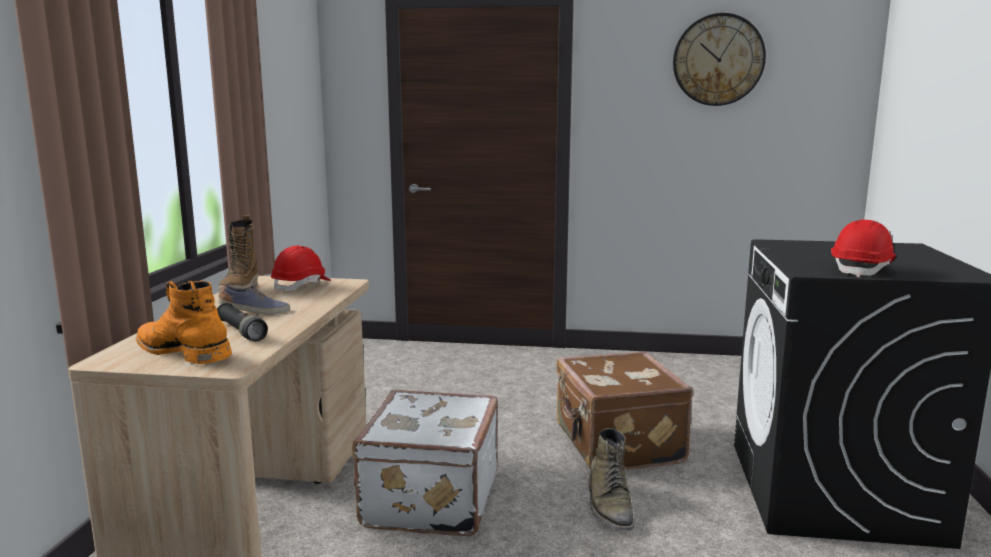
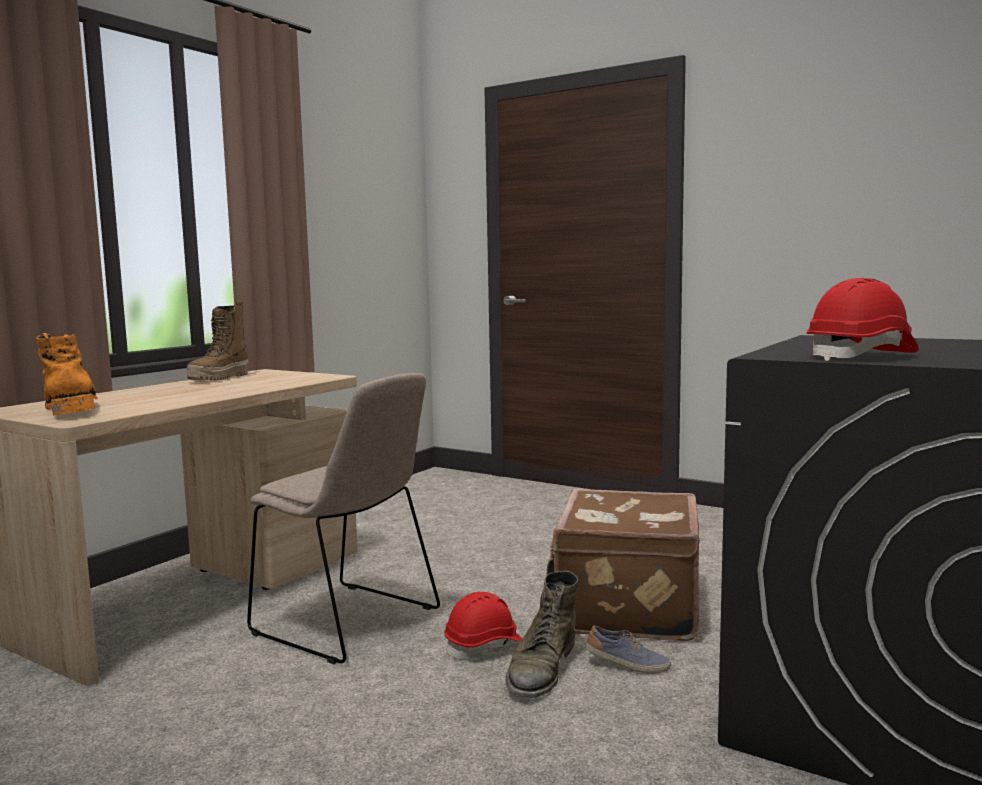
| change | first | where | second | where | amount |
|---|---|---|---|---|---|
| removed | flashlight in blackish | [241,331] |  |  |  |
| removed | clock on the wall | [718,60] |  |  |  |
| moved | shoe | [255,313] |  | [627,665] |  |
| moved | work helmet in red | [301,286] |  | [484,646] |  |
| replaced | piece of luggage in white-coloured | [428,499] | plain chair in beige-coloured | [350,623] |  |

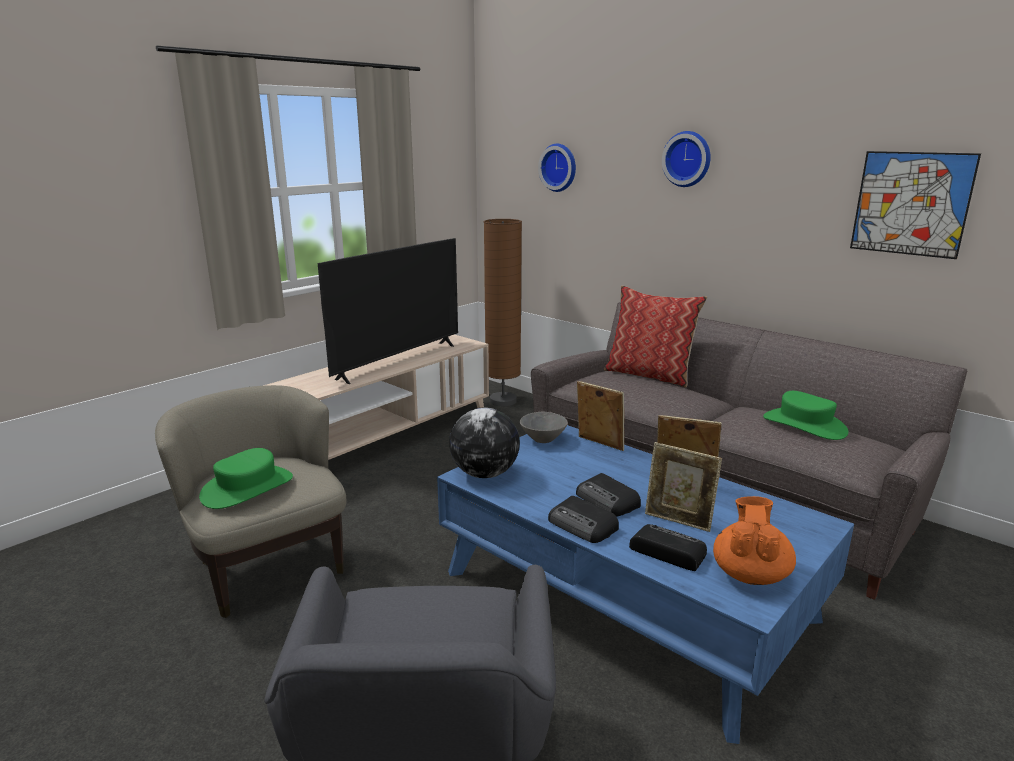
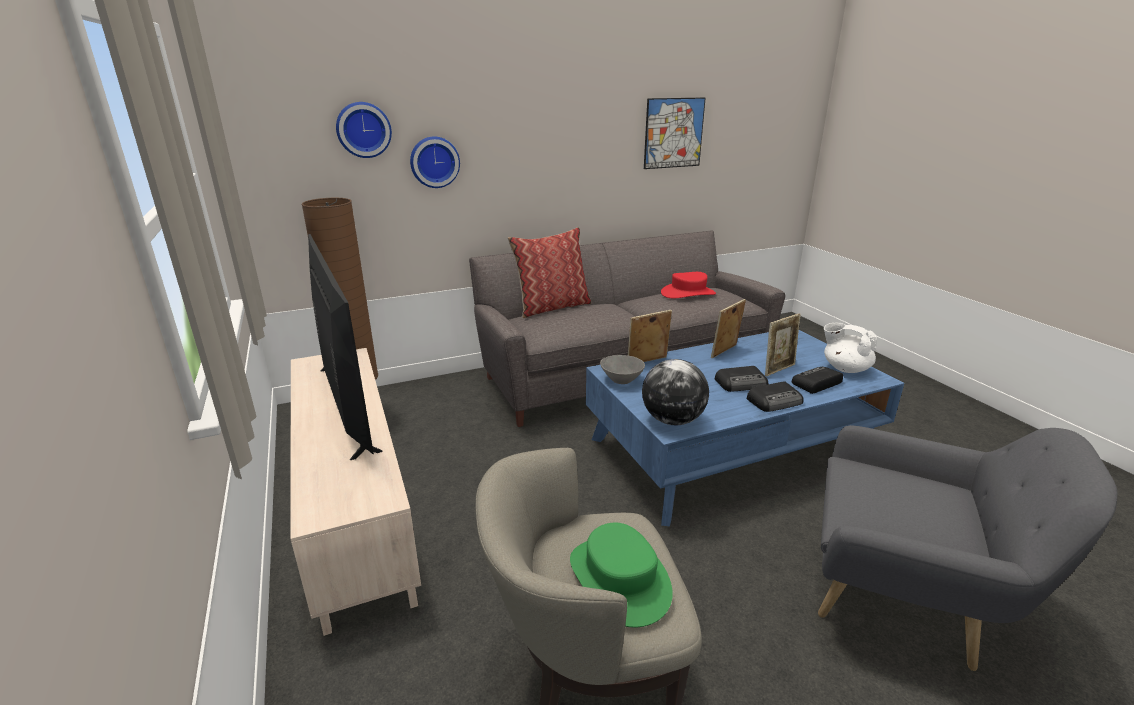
| change | first | where | second | where | amount |
|---|---|---|---|---|---|
| moved | clock on the wall | [688,159] |  | [434,162] |  |
| recoloured | pot for tea in orangey | [750,574] | pot for tea in white-coloured | [845,368] |  |
| recoloured | wearable hat in green-coloured | [804,425] | wearable hat in red | [688,293] |  |

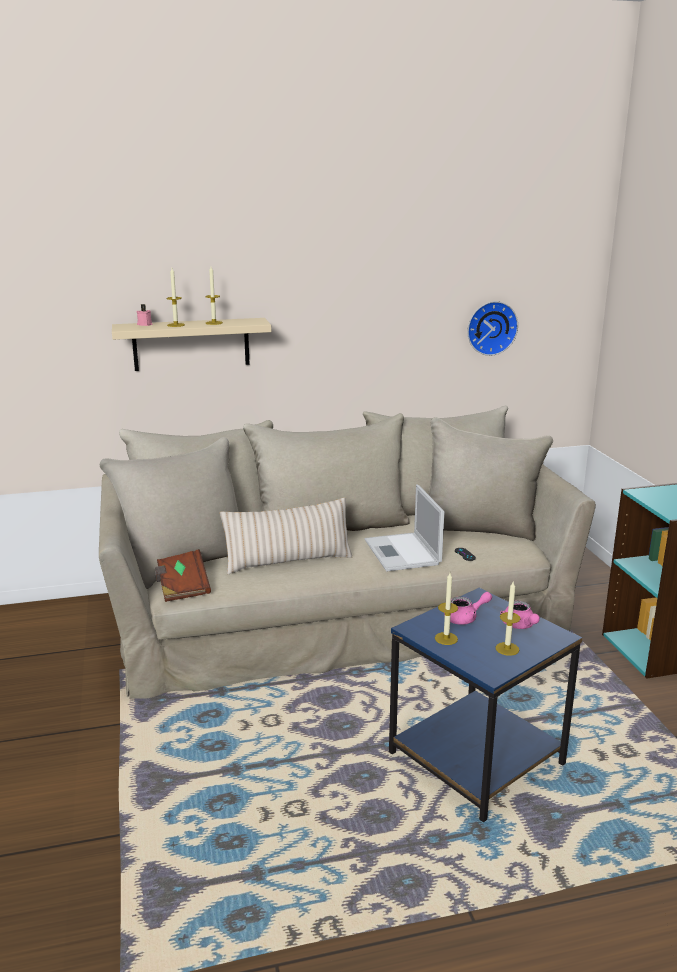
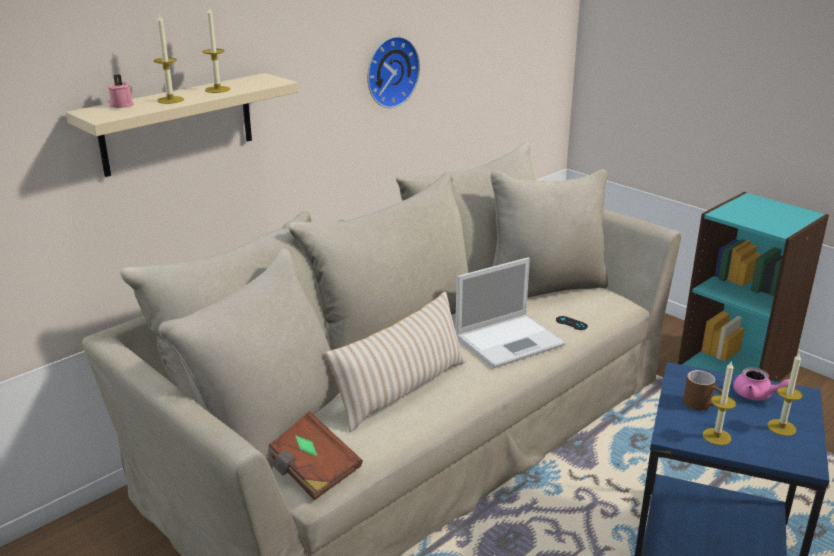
| change | first | where | second | where | amount |
|---|---|---|---|---|---|
| moved | clock on the wall | [491,327] |  | [390,71] |  |
| replaced | pot for tea in pinkish | [465,618] | mug in brownish | [702,404] |  |
| turned | laptop | [403,553] |  | [511,340] | 75 degrees counterclockwise |

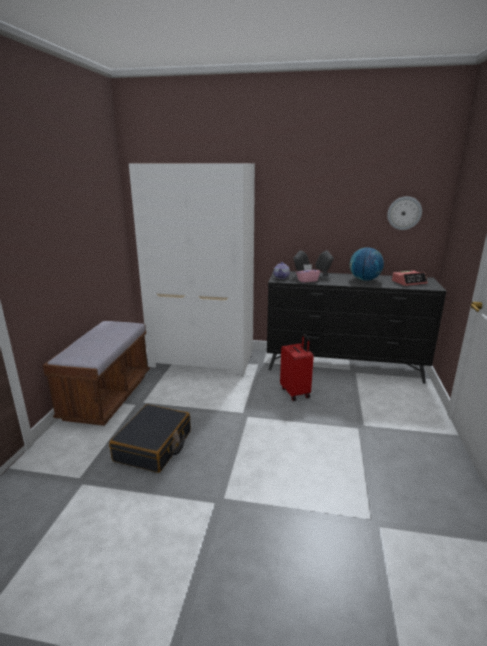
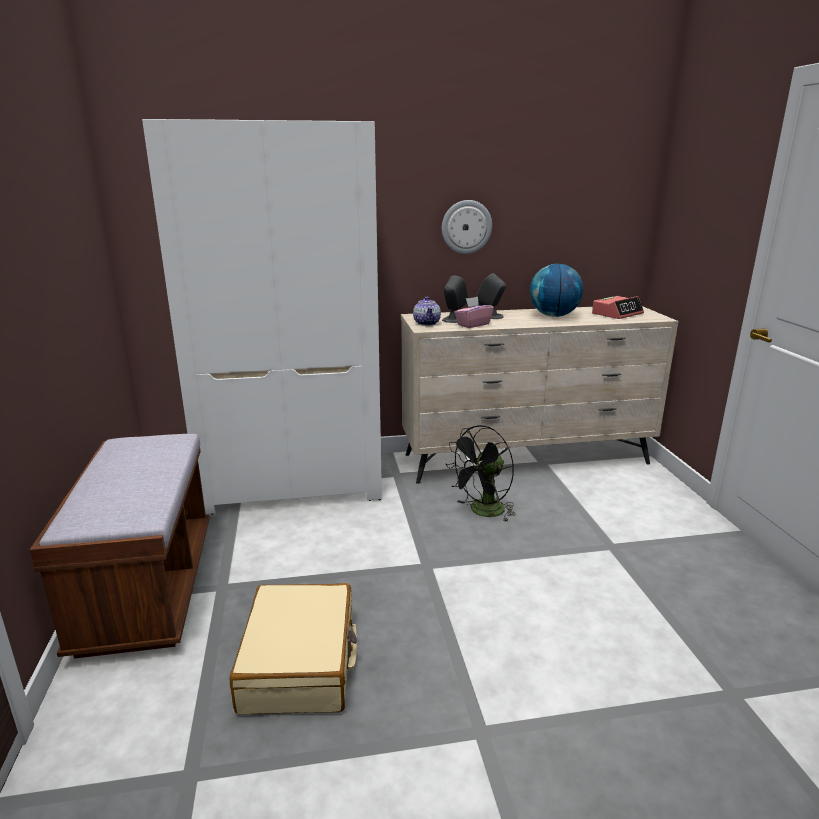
| change | first | where | second | where | amount |
|---|---|---|---|---|---|
| moved | clock on the wall | [404,213] |  | [466,227] |  |
| replaced | piece of luggage in red | [295,392] | fan in blackish | [482,512] |  |
| recoloured | piece of luggage in blackish | [154,446] | piece of luggage in beige-coloured | [300,662] |  |
| recoloured | dresser in blackish | [344,367] | dresser in beige-coloured | [527,459] |  |

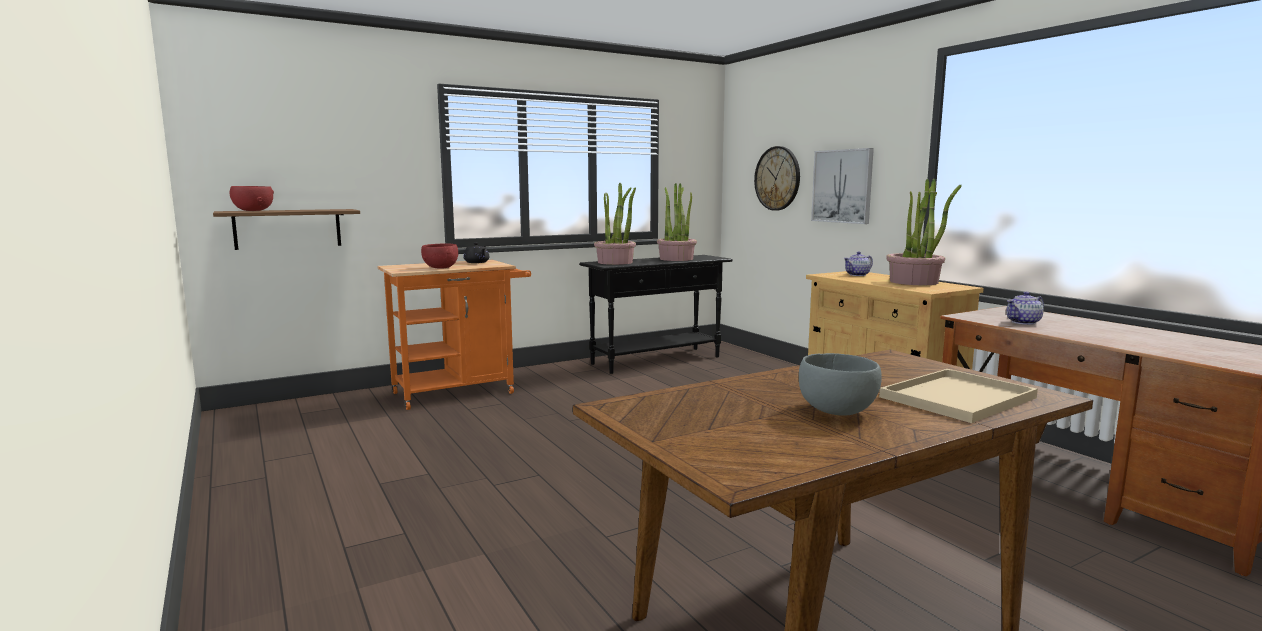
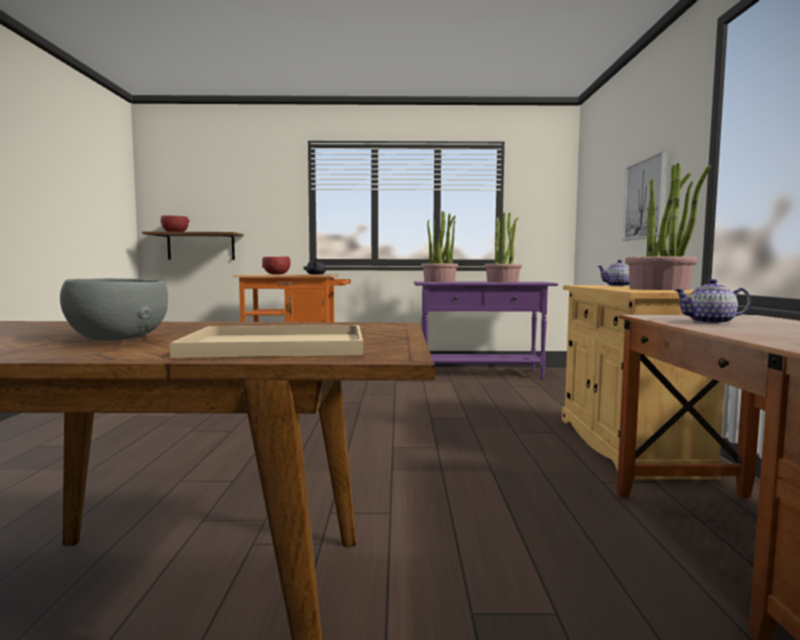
| change | first | where | second | where | amount |
|---|---|---|---|---|---|
| removed | clock on the wall | [777,178] |  |  |  |
| recoloured | hall table in blackish | [657,360] | hall table in purple-coloured | [481,374] |  |

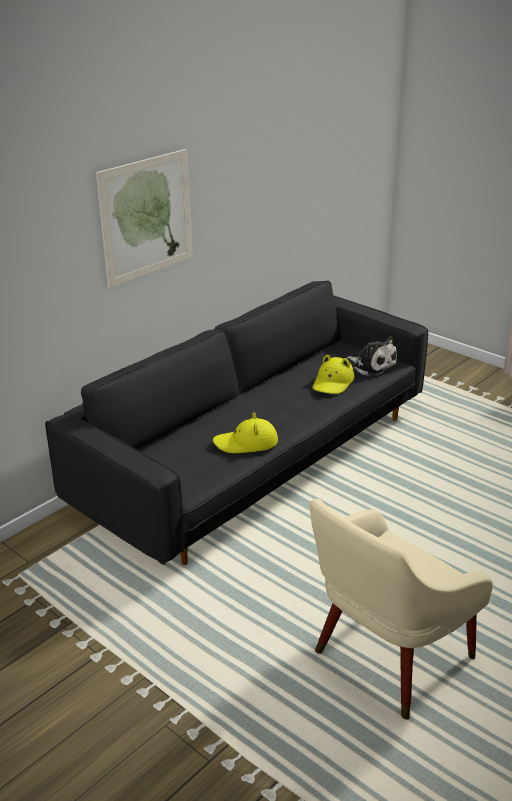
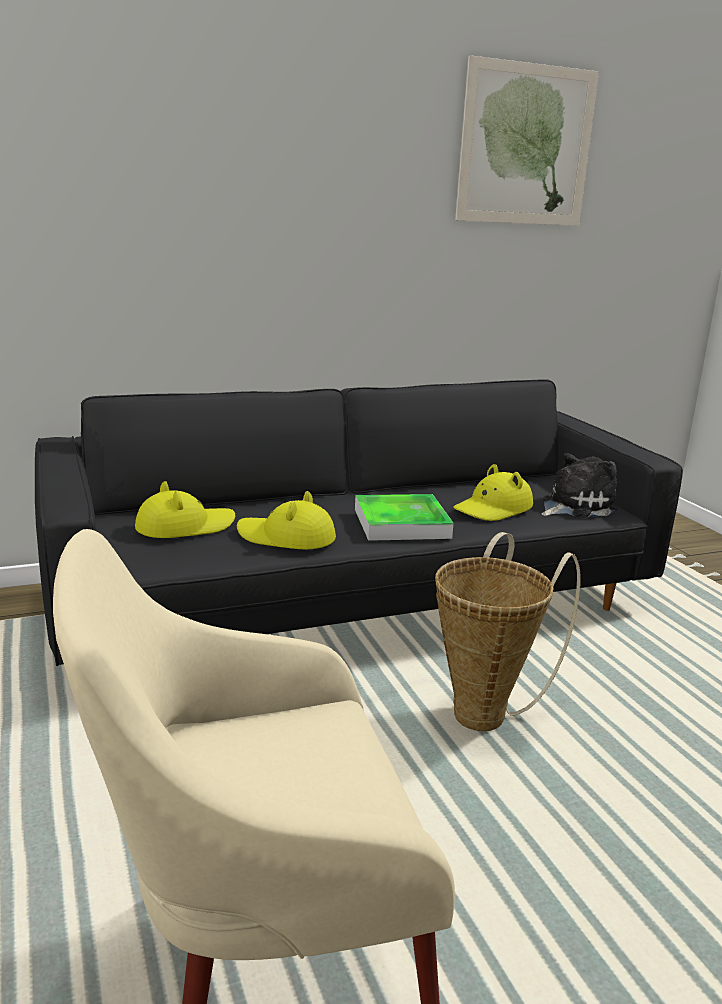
| change | first | where | second | where | amount |
|---|---|---|---|---|---|
| added |  |  | wearable hat in yellowish | [185,526] |  |
| added |  |  | tray | [401,523] |  |
| added |  |  | basket | [486,712] |  |
| moved | wall art | [147,217] |  | [526,146] |  |
| turned | soft toy | [372,366] |  | [574,506] | 105 degrees counterclockwise |

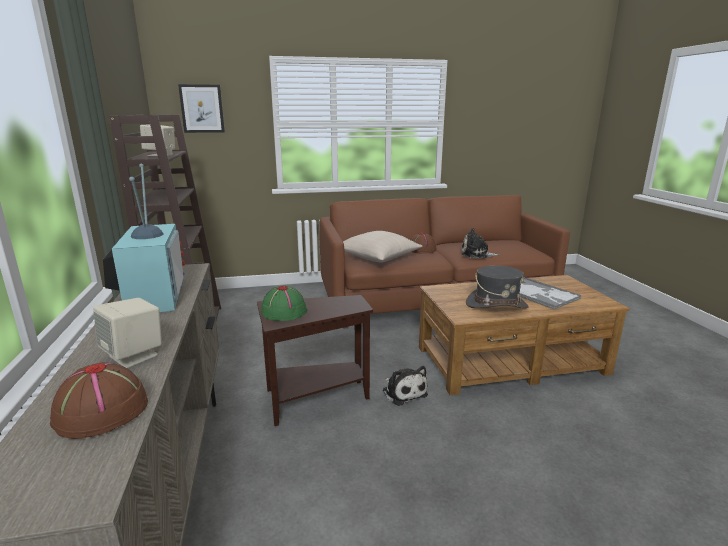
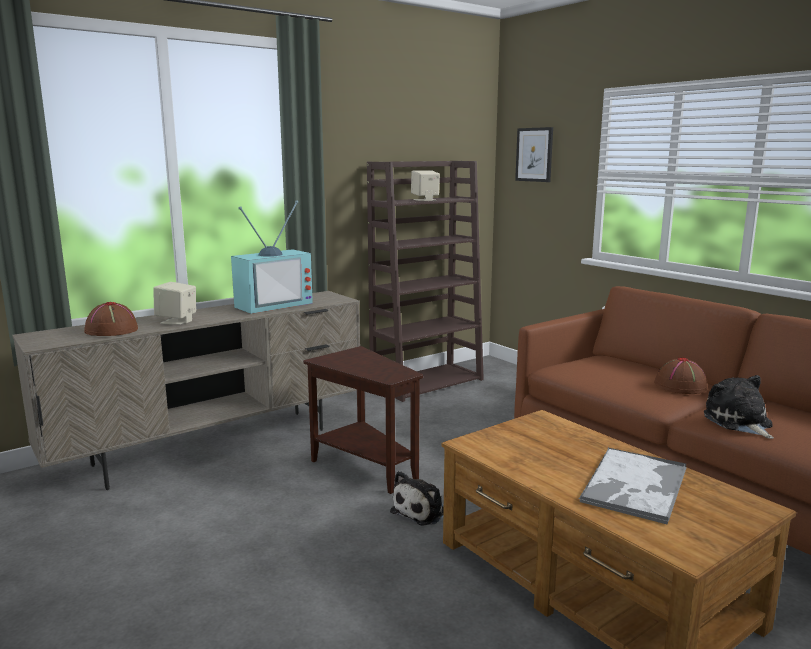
| change | first | where | second | where | amount |
|---|---|---|---|---|---|
| removed | wearable hat in green-coloured | [283,311] |  |  |  |
| removed | throw pillow in beige-coloured | [378,257] |  |  |  |
| removed | wearable hat in grey | [496,305] |  |  |  |

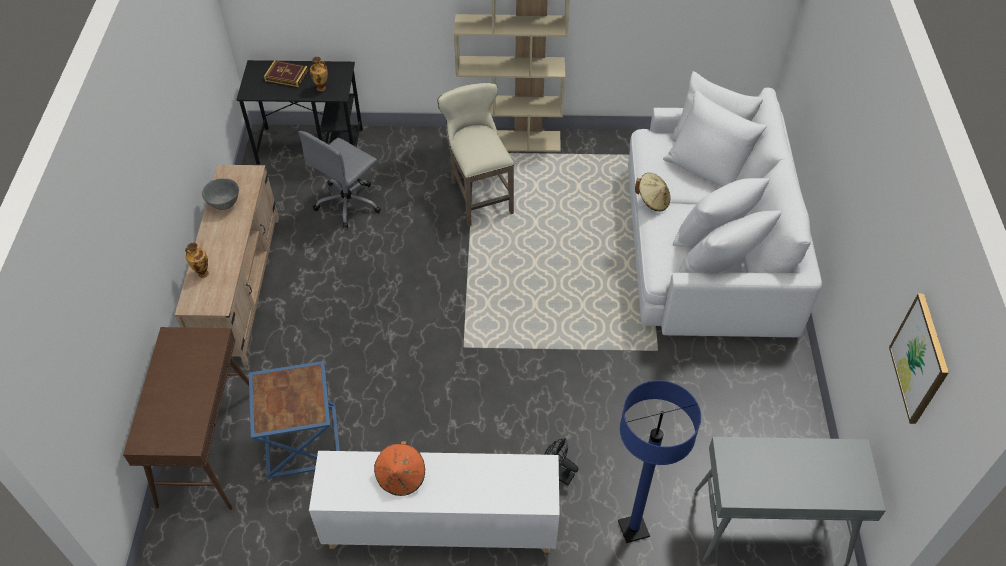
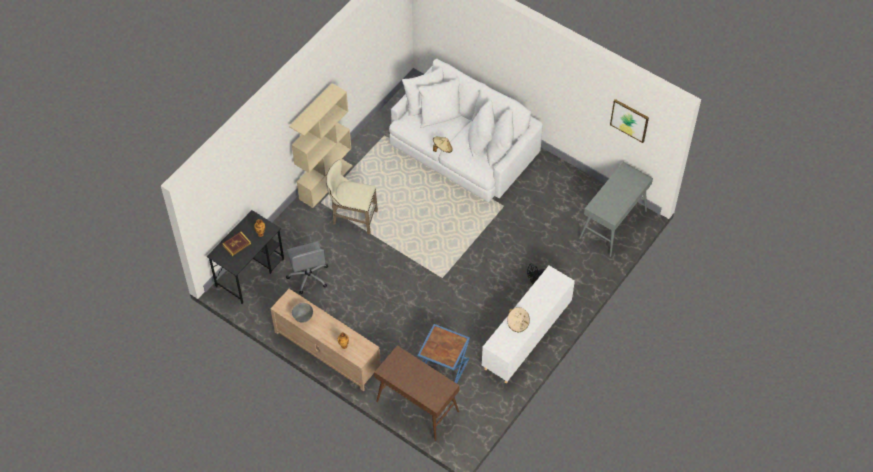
| change | first | where | second | where | amount |
|---|---|---|---|---|---|
| removed | standard lamp in bluish | [633,529] |  |  |  |
| recoloured | wearable hat in orangey | [401,477] | wearable hat in beige-coloured | [518,323] |  |

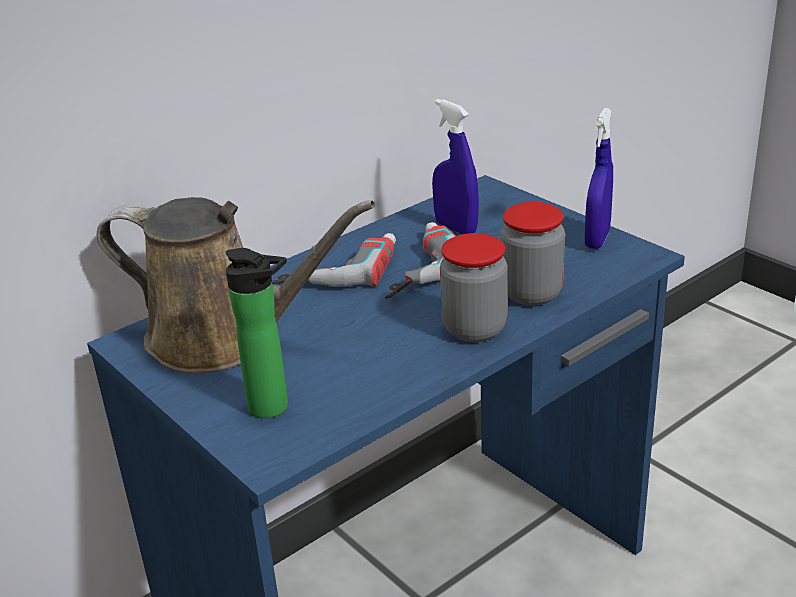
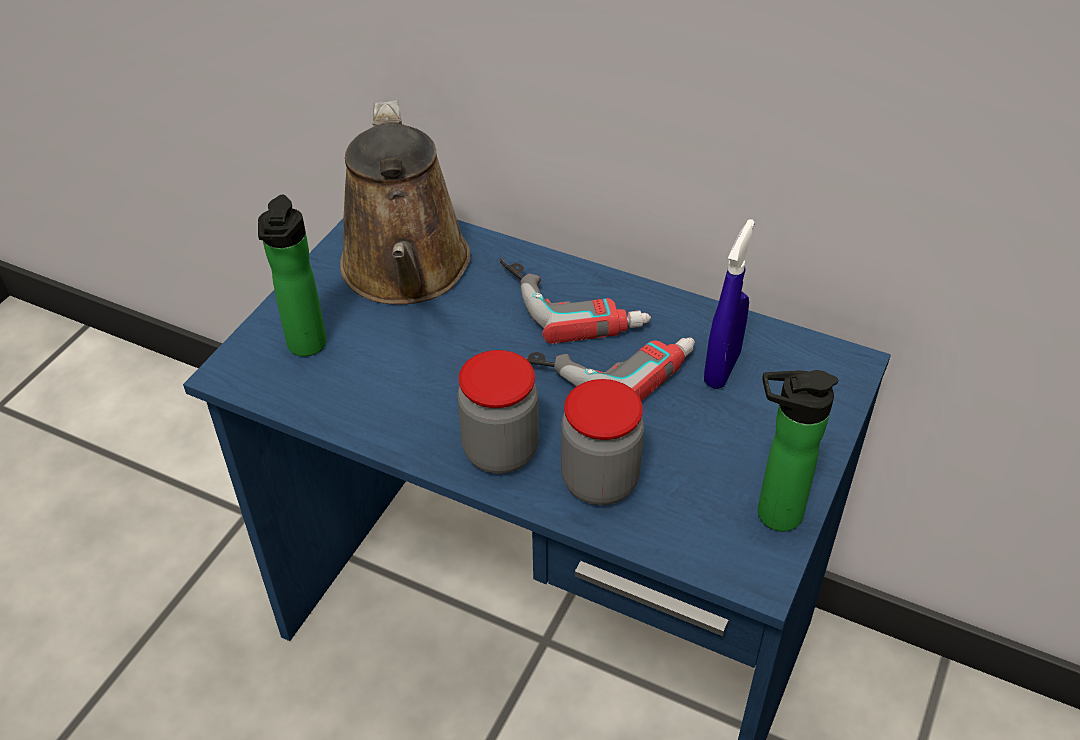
| change | first | where | second | where | amount |
|---|---|---|---|---|---|
| replaced | sprayer in bluish | [597,239] | beverage bottle | [772,514] |  |

